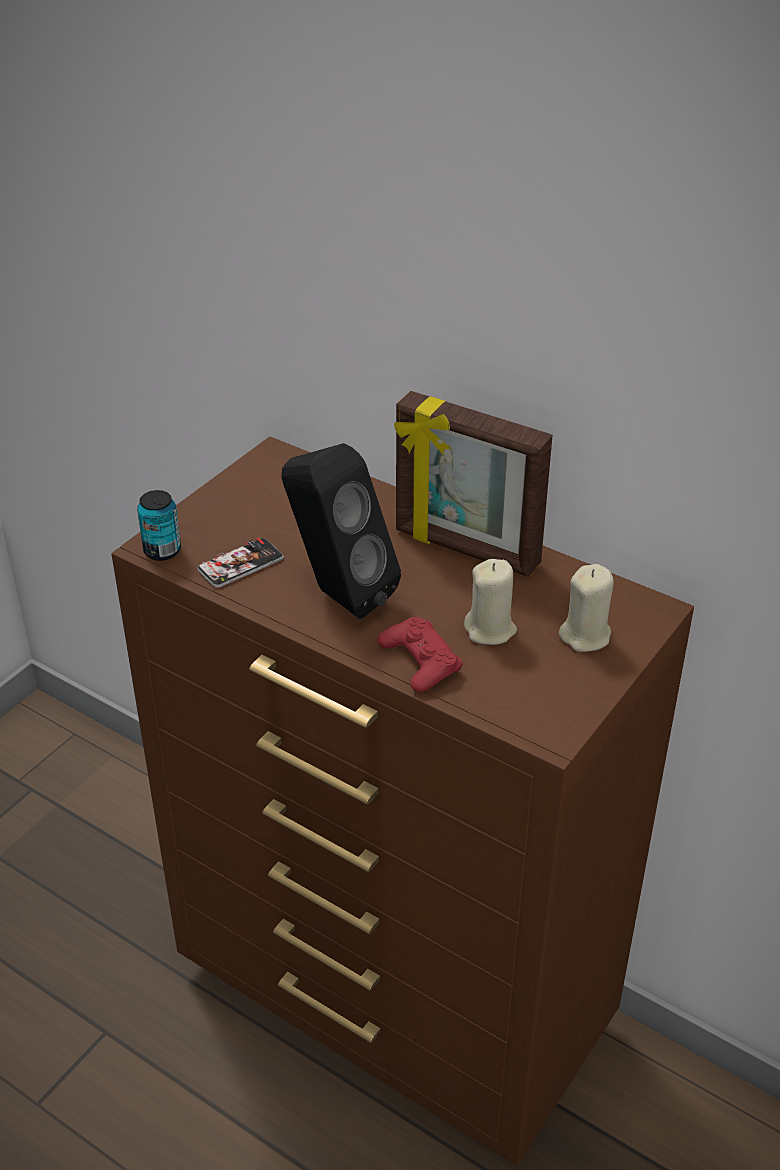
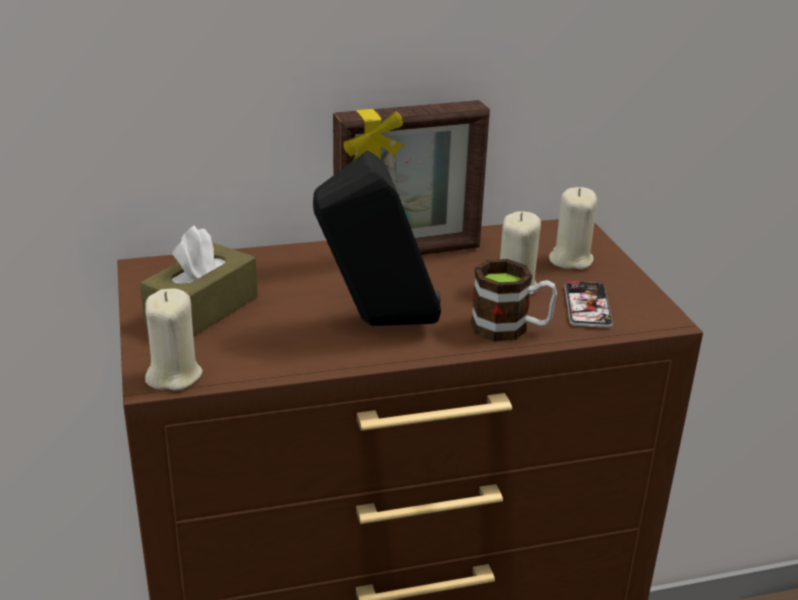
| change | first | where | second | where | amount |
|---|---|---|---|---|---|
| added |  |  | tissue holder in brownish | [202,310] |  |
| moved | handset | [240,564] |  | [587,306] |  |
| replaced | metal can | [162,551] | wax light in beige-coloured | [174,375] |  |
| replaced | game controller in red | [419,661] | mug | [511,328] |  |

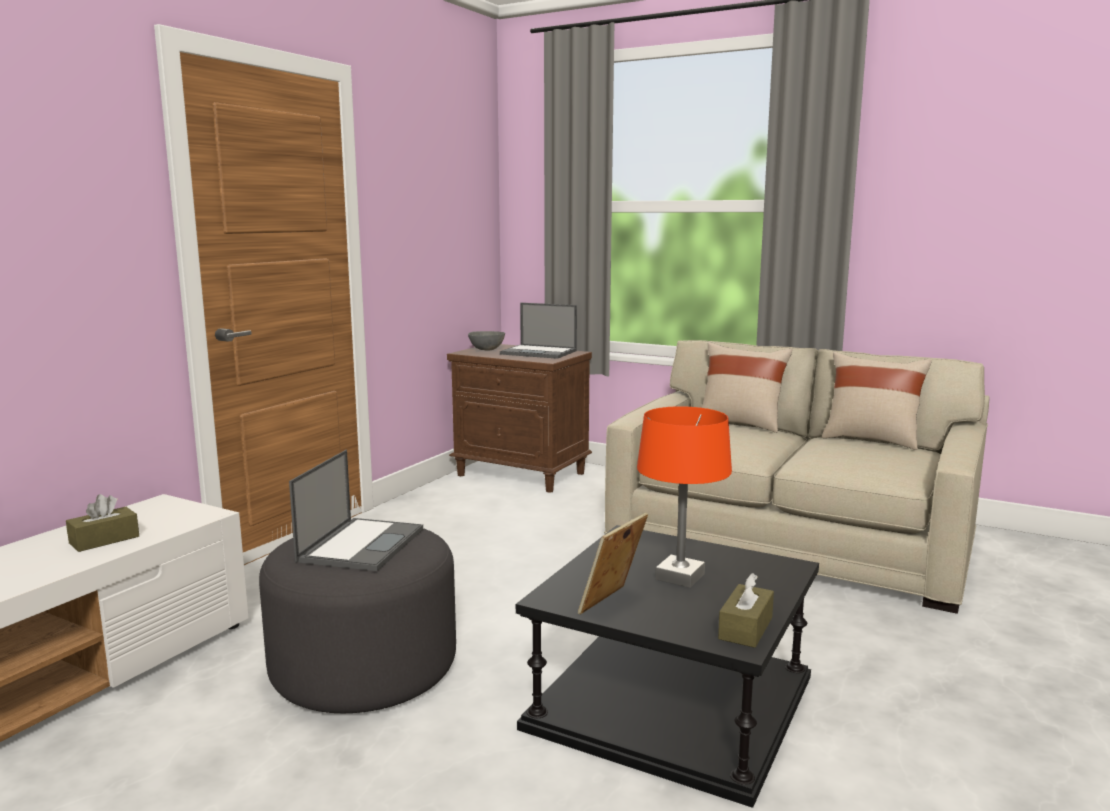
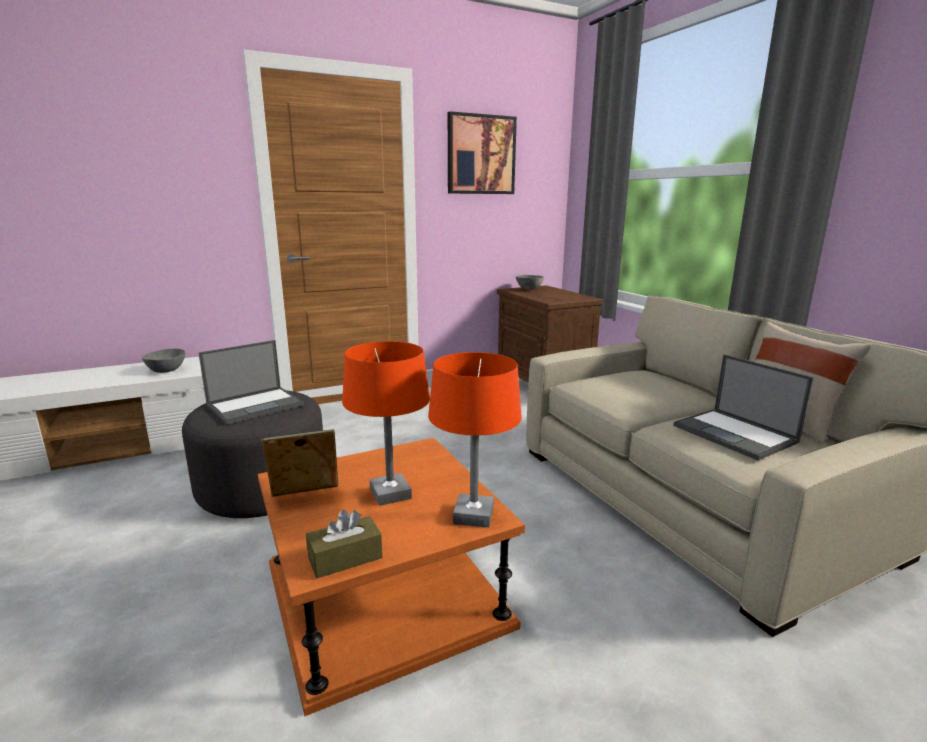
| change | first | where | second | where | amount |
|---|---|---|---|---|---|
| removed | throw pillow in beige-coloured | [740,424] |  |  |  |
| added |  |  | tabletop lamp in orangey | [474,515] |  |
| added |  |  | wall art | [481,155] |  |
| moved | laptop | [539,352] |  | [736,434] |  |
| replaced | tissue holder in brownish | [104,540] | bowl in grey | [167,370] |  |
| recoloured | side table in blackish | [671,702] | side table in orangey | [384,595] |  |

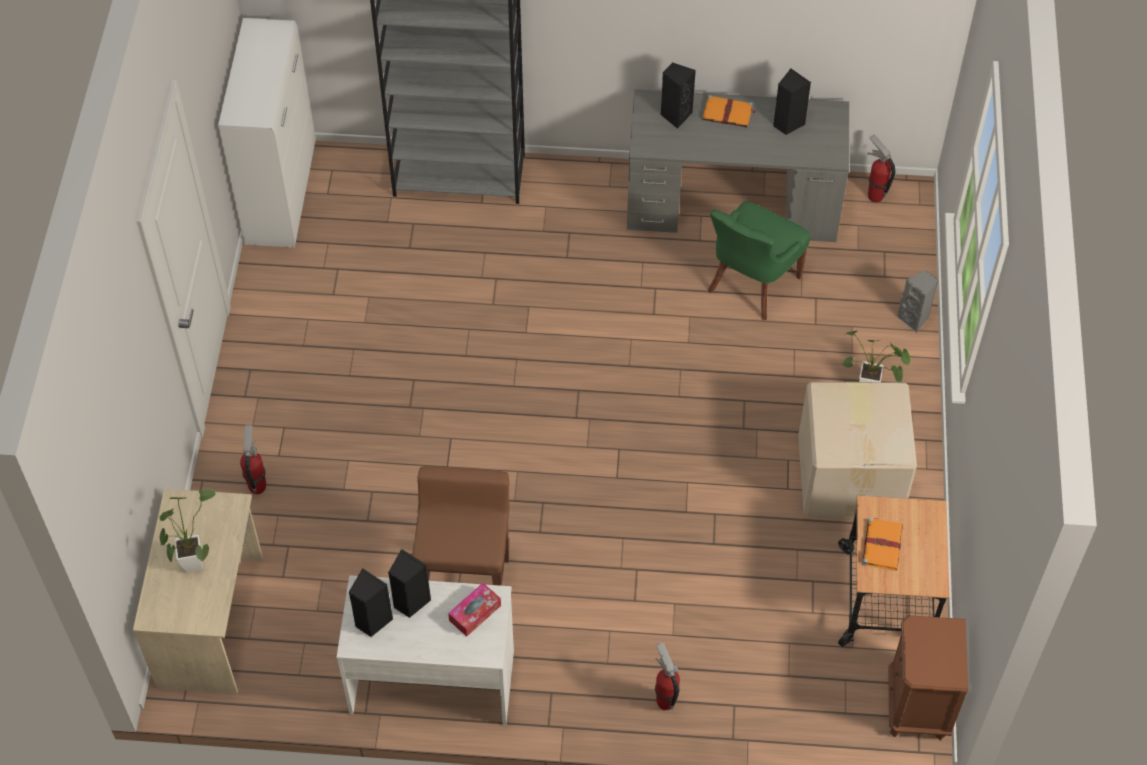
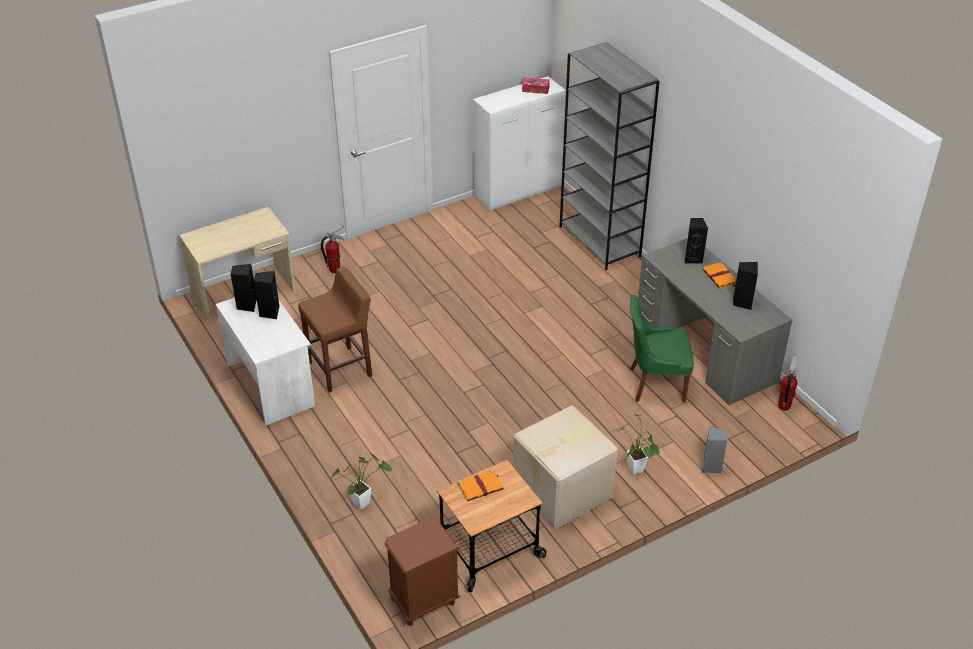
| change | first | where | second | where | amount |
|---|---|---|---|---|---|
| removed | extinguisher | [665,701] |  |  |  |
| moved | plant in a pot | [193,559] |  | [364,502] |  |
| moved | tissue holder | [475,613] |  | [535,89] |  |

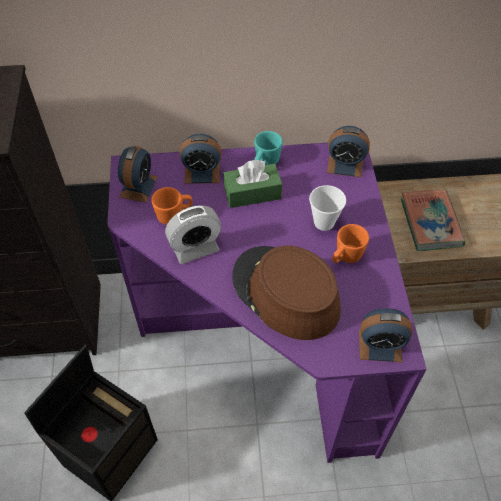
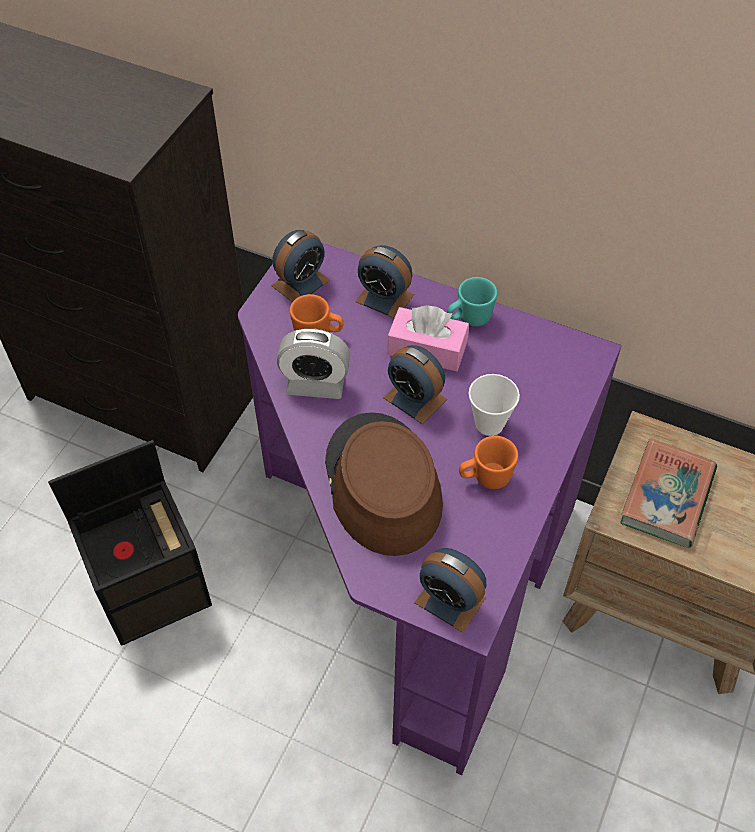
| change | first | where | second | where | amount |
|---|---|---|---|---|---|
| moved | table clock | [345,165] |  | [415,398] |  |
| recoloured | tissue holder in green-coloured | [252,193] | tissue holder in pinkish | [427,349] |  |

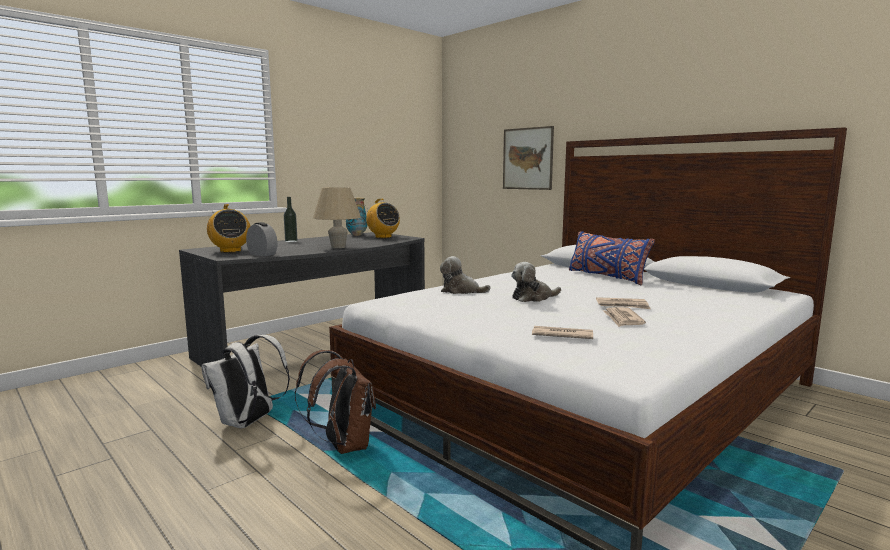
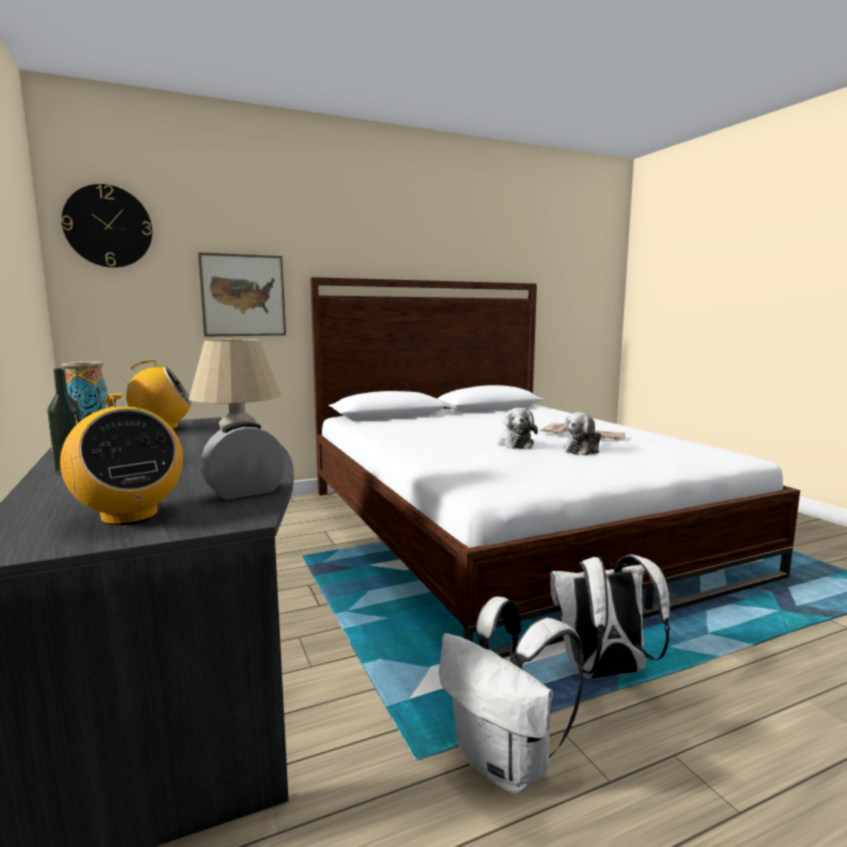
| change | first | where | second | where | amount |
|---|---|---|---|---|---|
| removed | newspaper | [561,335] |  |  |  |
| removed | throw pillow in bluish | [606,277] |  |  |  |
| added |  |  | clock on the wall | [108,226] |  |
| moved | soft toy | [461,291] |  | [582,450] |  |
| recoloured | knapsack in brownish | [343,446] | knapsack in white-coloured | [603,672] |  |
| turned | radio | [230,251] |  | [129,516] | 60 degrees clockwise |

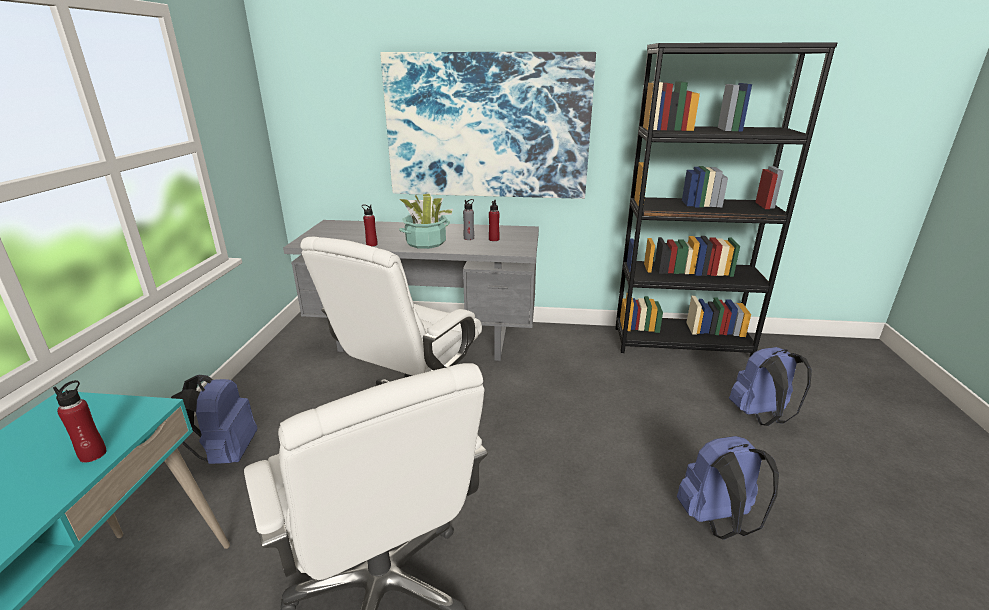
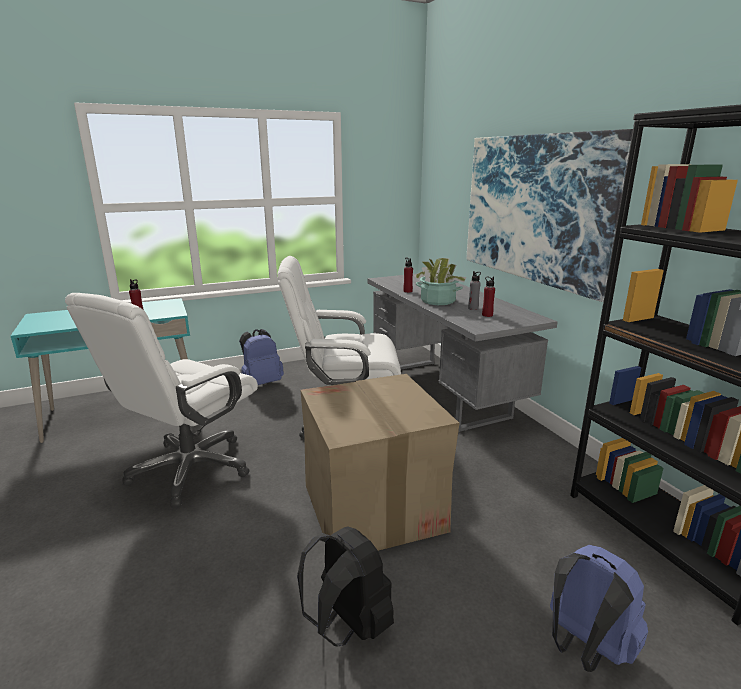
| change | first | where | second | where | amount |
|---|---|---|---|---|---|
| added |  |  | packing box | [373,508] |  |
| recoloured | knapsack in bluish | [717,521] | knapsack in blackish | [348,625] |  |

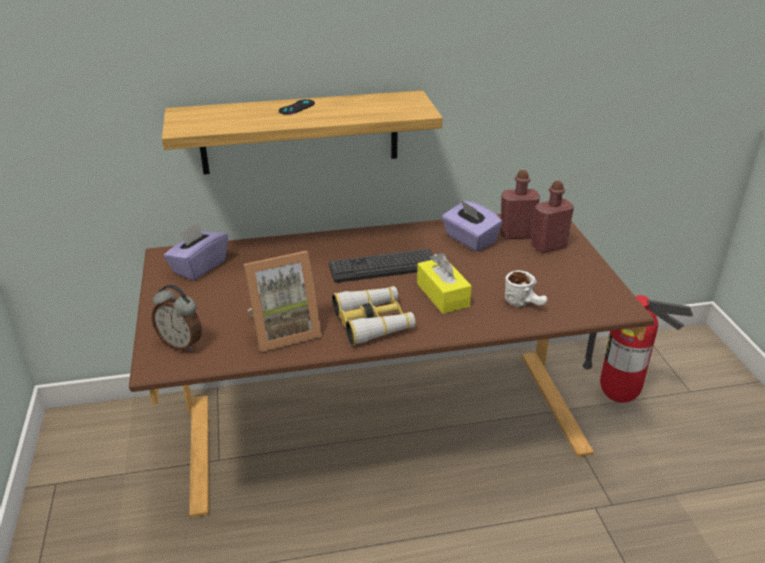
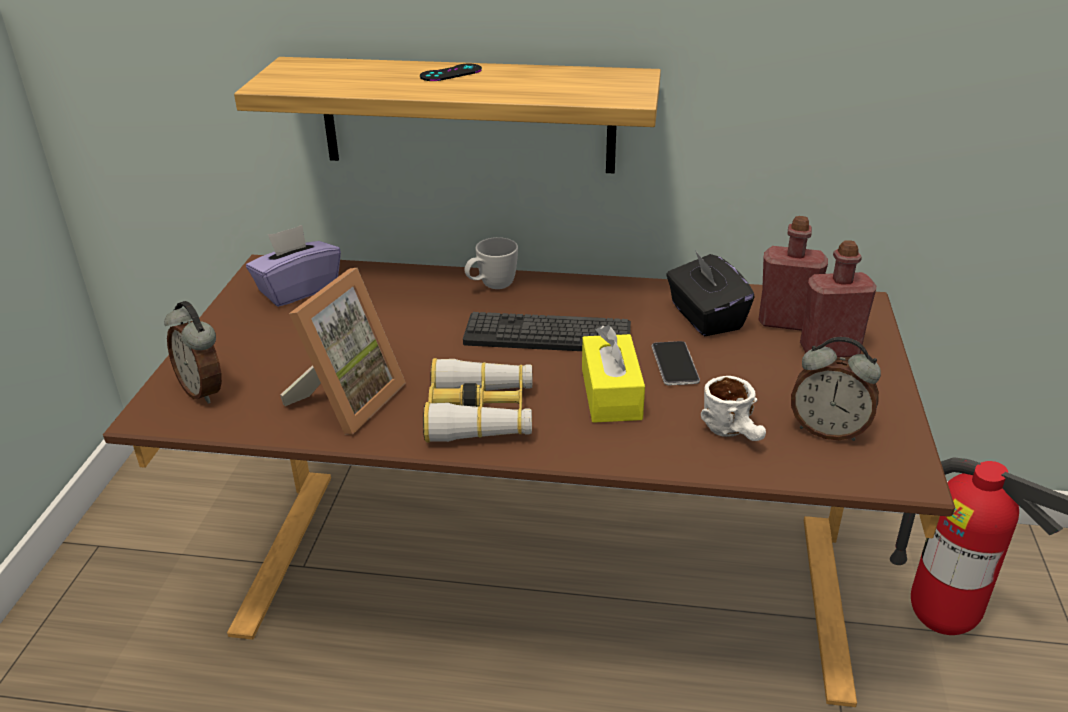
| change | first | where | second | where | amount |
|---|---|---|---|---|---|
| added |  |  | mug in white-coloured | [491,287] |  |
| added |  |  | handset | [675,364] |  |
| added |  |  | table clock | [828,430] |  |
| recoloured | tissue holder in purple-coloured | [469,240] | tissue holder in blackish | [705,317] |  |
| turned | photo frame | [283,331] |  | [347,400] | 60 degrees counterclockwise |

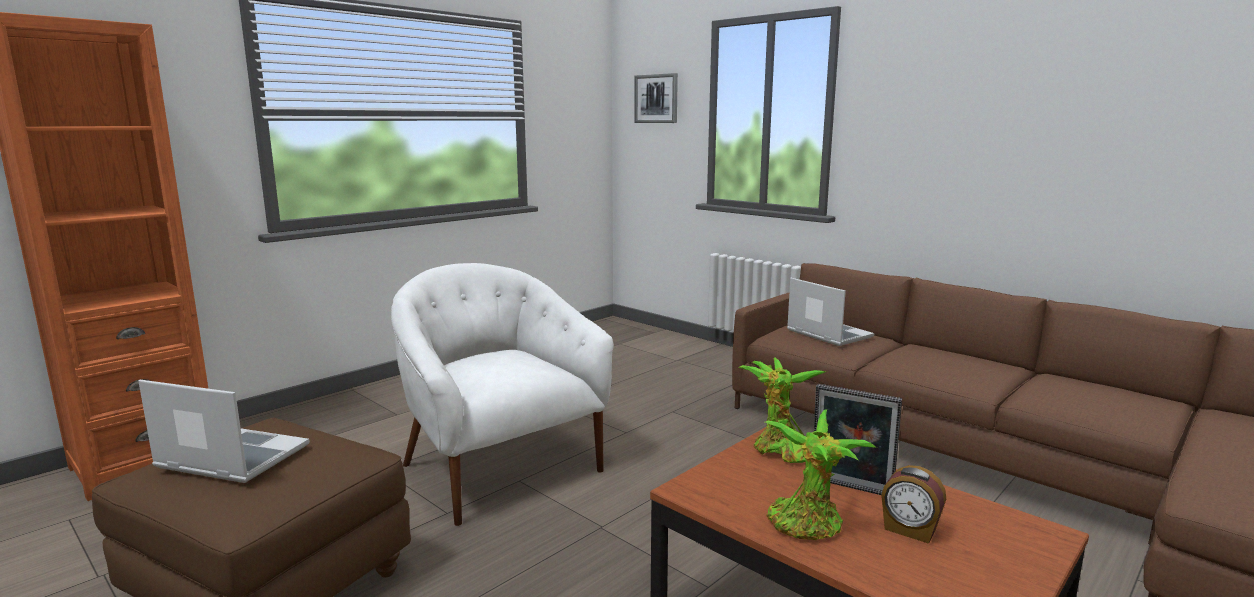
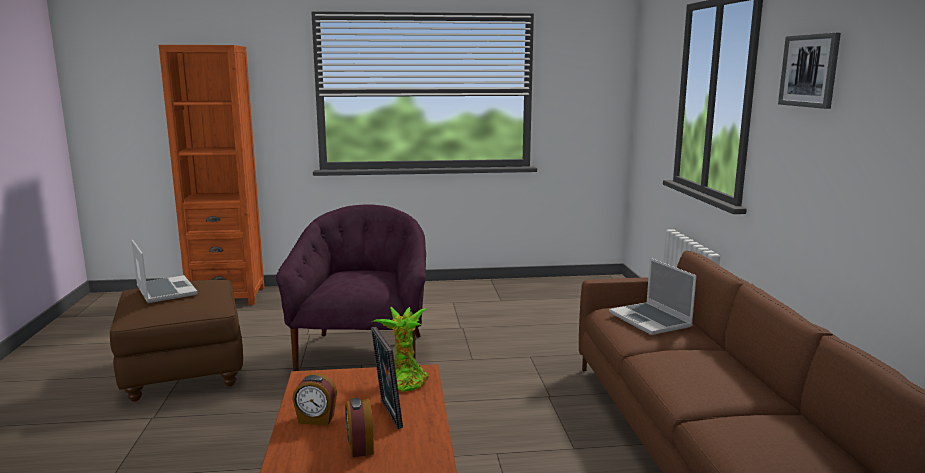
| change | first | where | second | where | amount |
|---|---|---|---|---|---|
| moved | wall art | [656,99] |  | [809,70] |  |
| replaced | plant in a pot | [808,526] | table clock | [316,419] |  |
| recoloured | lounge chair in white-coloured | [499,468] | lounge chair in purple-coloured | [363,354] |  |
| turned | laptop | [827,334] |  | [651,320] | 150 degrees clockwise |

